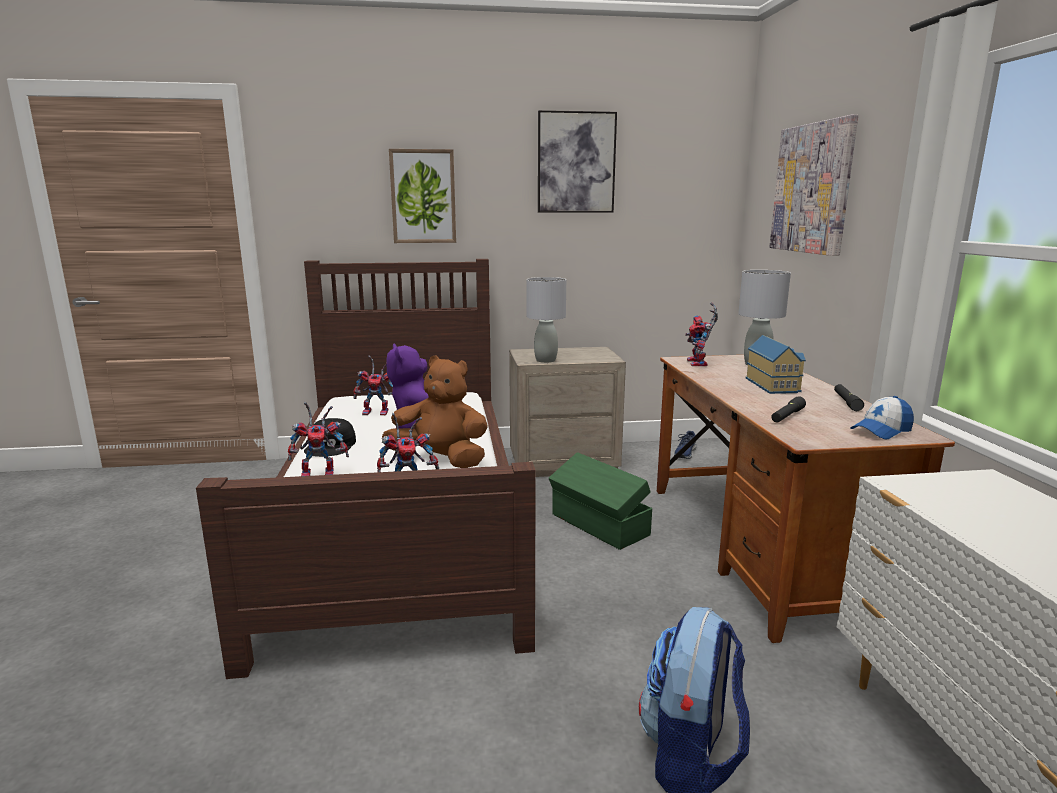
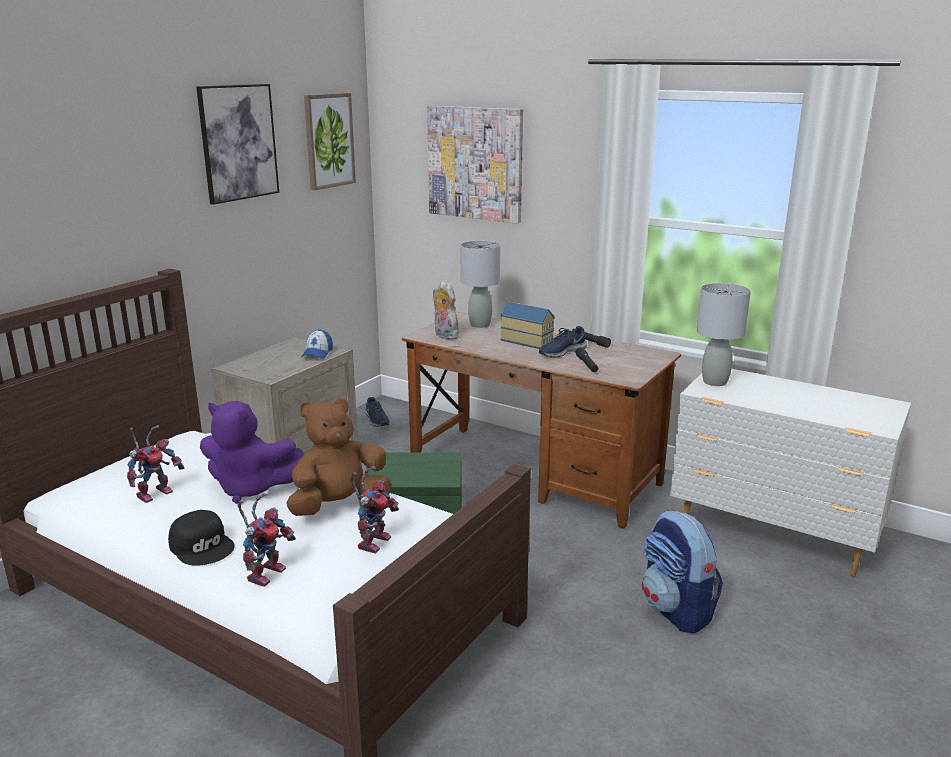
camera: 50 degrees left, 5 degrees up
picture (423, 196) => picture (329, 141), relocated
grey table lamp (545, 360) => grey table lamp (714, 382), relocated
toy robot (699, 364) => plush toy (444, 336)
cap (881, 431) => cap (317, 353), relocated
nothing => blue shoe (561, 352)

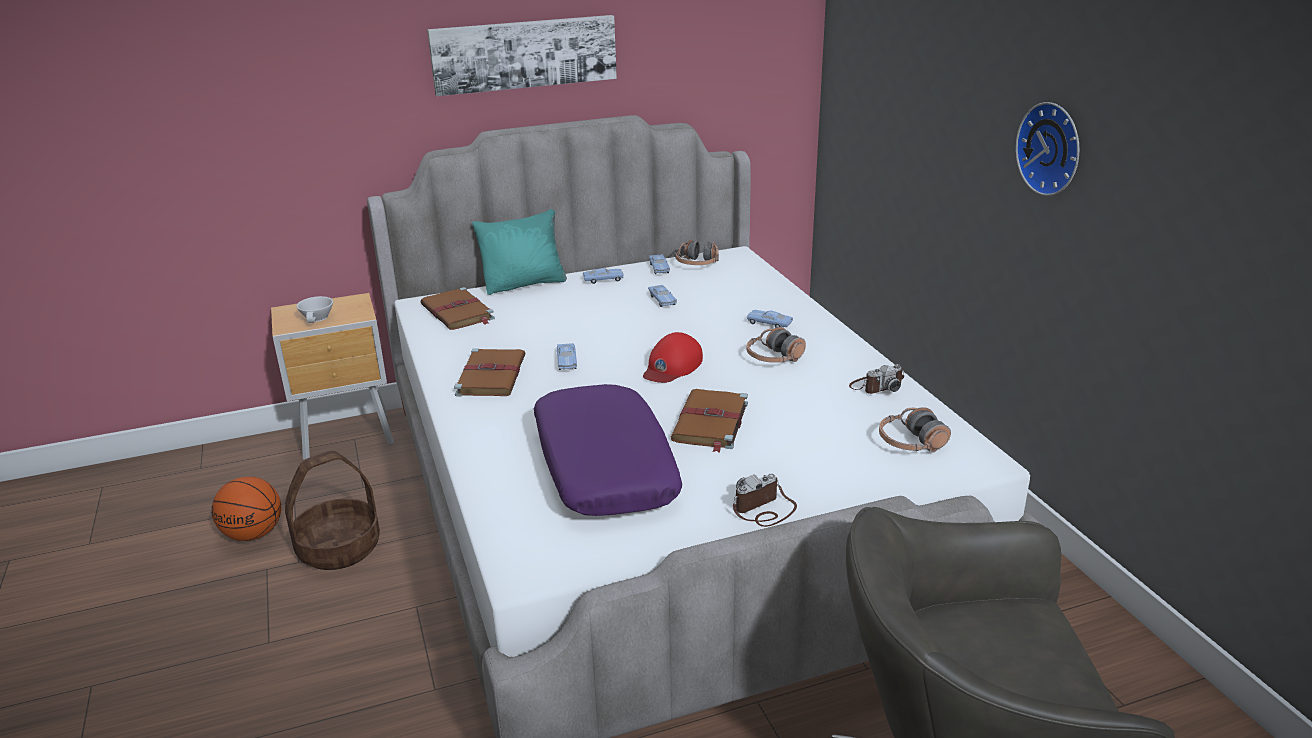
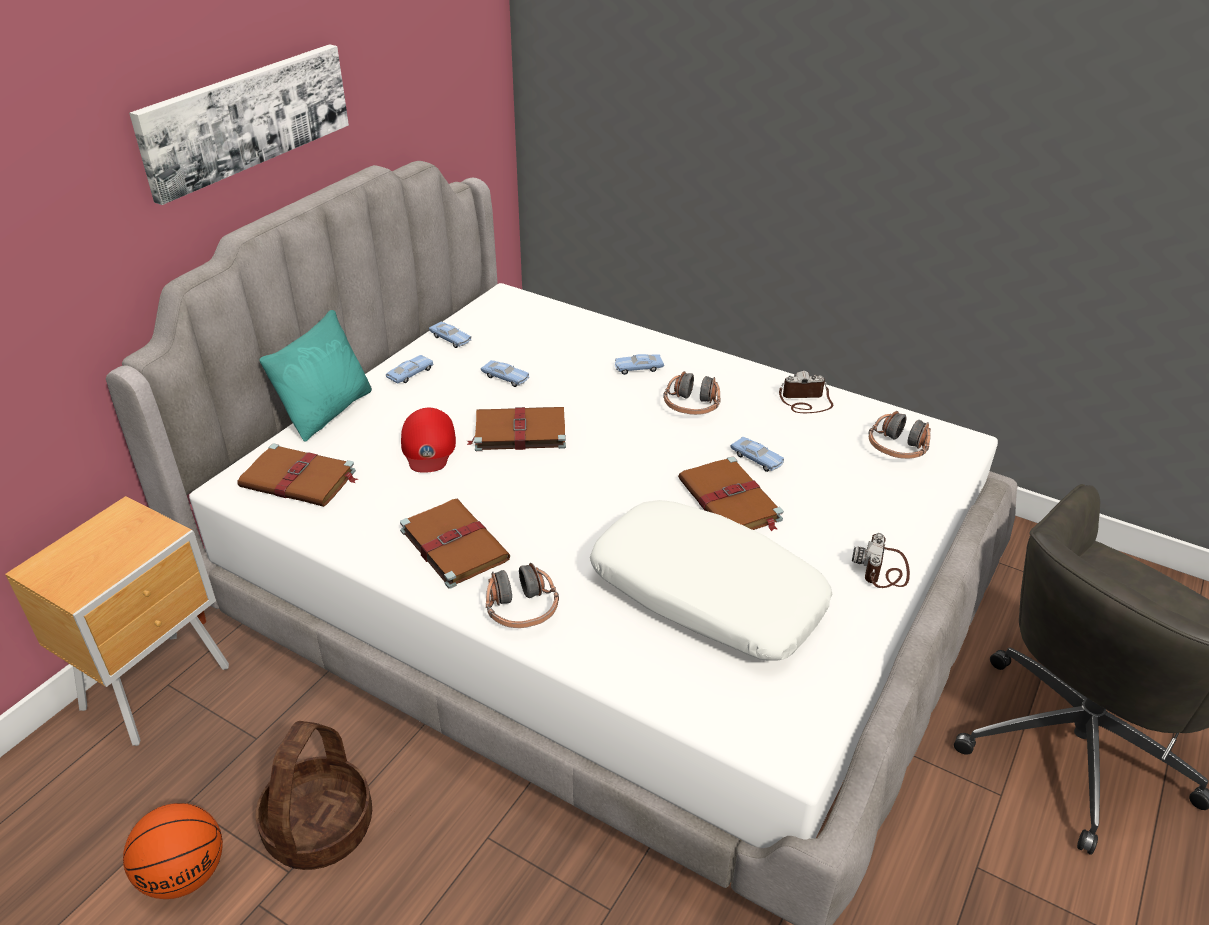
camera: 40 degrees left, 10 degrees up
wall clock (1052, 148) => nothing
headphones (697, 264) => headphones (521, 609), relocated
white cup (318, 318) => nothing
red cap (672, 366) => red cap (428, 447), relocated
blue toy car (567, 361) => blue toy car (756, 459), relocated
photo camera (876, 386) => photo camera (805, 401), 120 degrees counterclockwise
purple pillow (603, 467) => white pillow (705, 596)
nothing => brown book (518, 432)

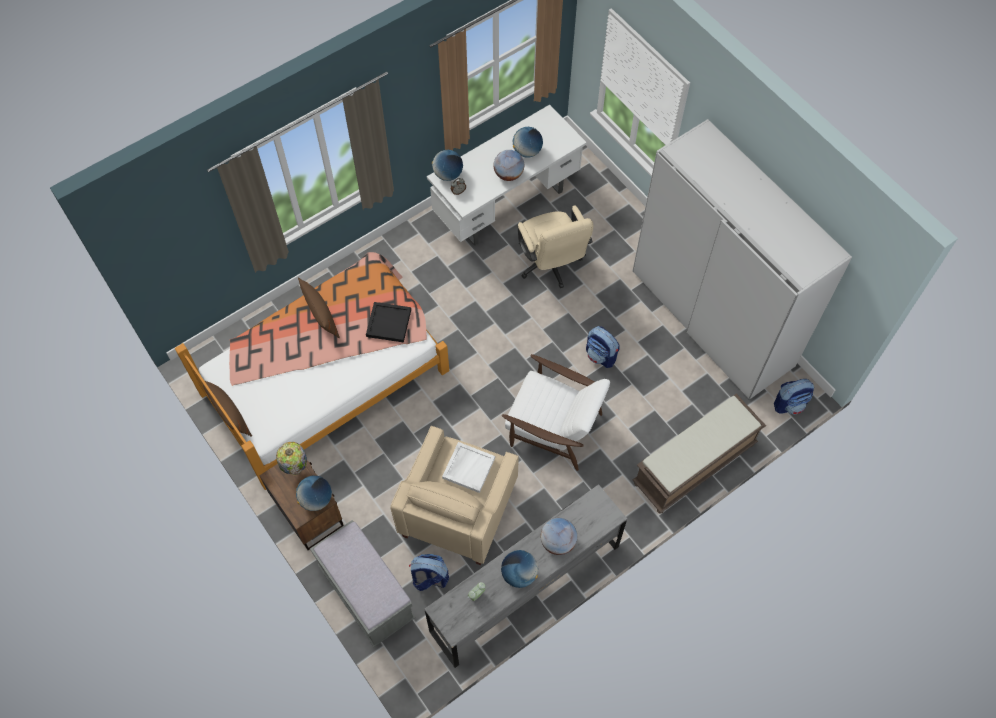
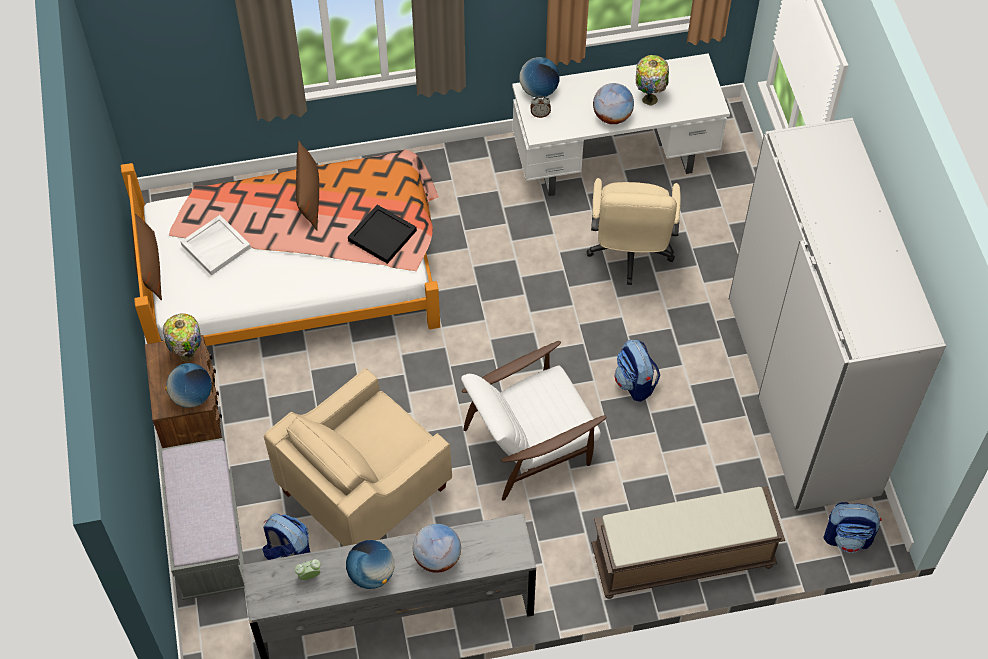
camera: 25 degrees right, 5 degrees down
globe (527, 151) => table lamp (649, 98)
white armchair (553, 427) => white armchair (530, 443), 105 degrees clockwise
white tray (468, 467) => white tray (216, 246), relocated

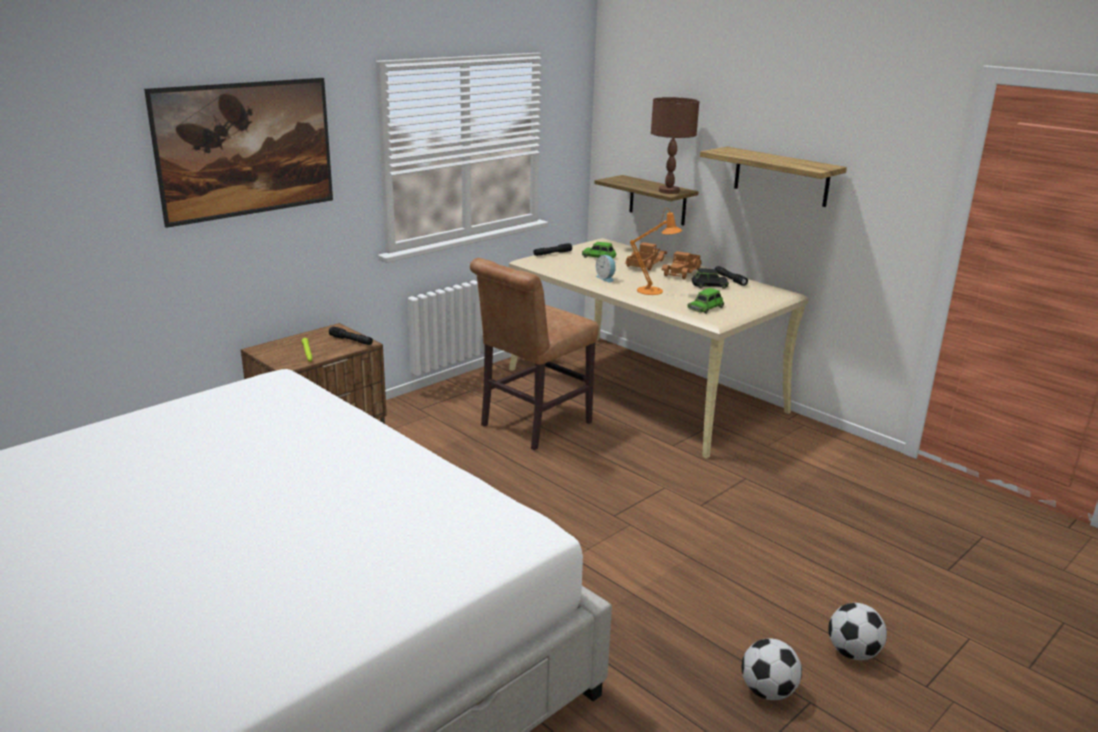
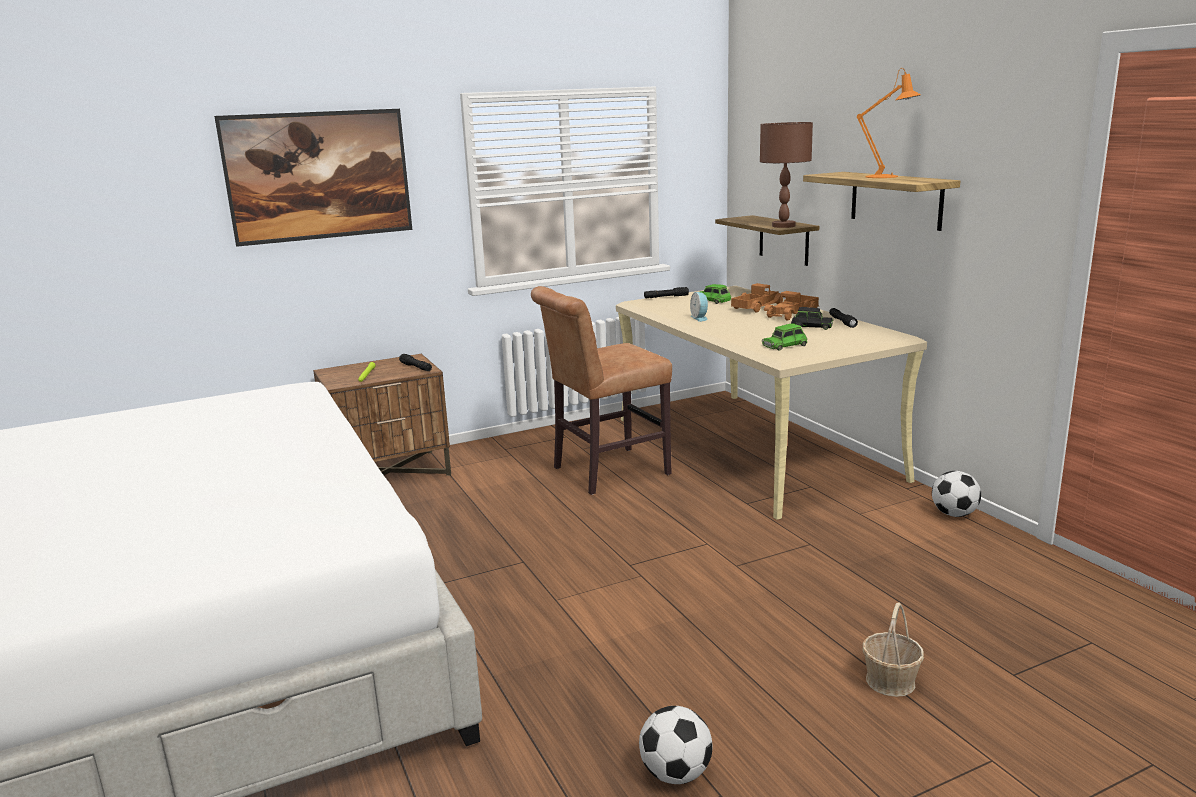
camera: 20 degrees right, 5 degrees down
orange table lamp (654, 291) => orange table lamp (886, 176), relocated
football (853, 653) => football (954, 514), relocated
nothing => basket (890, 681)

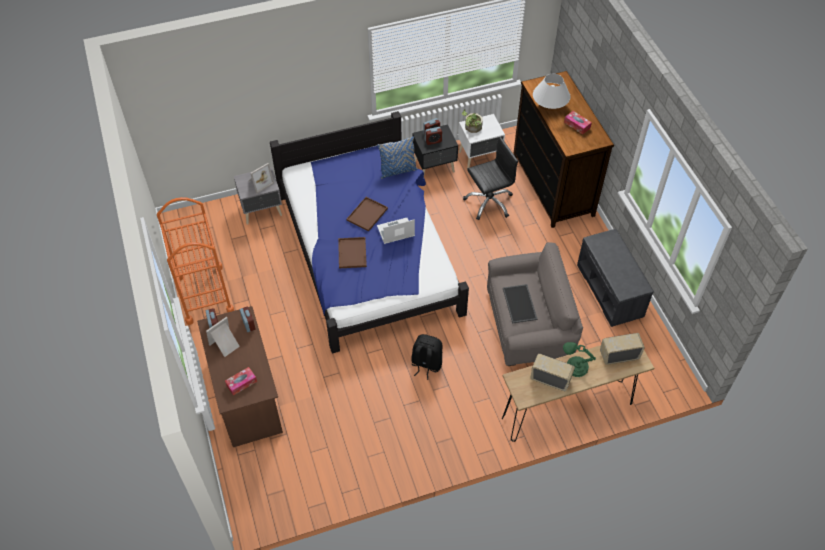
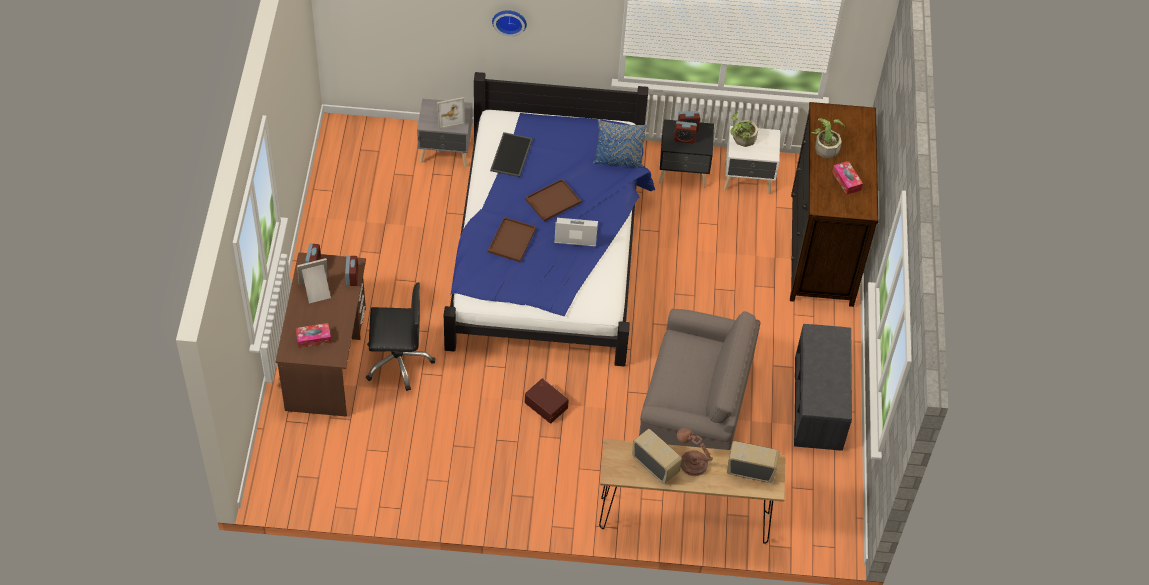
camera: 20 degrees right, 0 degrees up
white table lamp (549, 107) => potted plant (825, 146)
black office chair (489, 202) => black office chair (398, 361), relocated
orange cart (204, 294) => nothing
tray (520, 304) => tray (512, 155), relocated
black backpack (426, 364) => brown storage box (546, 404)
green table lamp (575, 367) => brown table lamp (691, 463)
nothing => wall clock (509, 20)

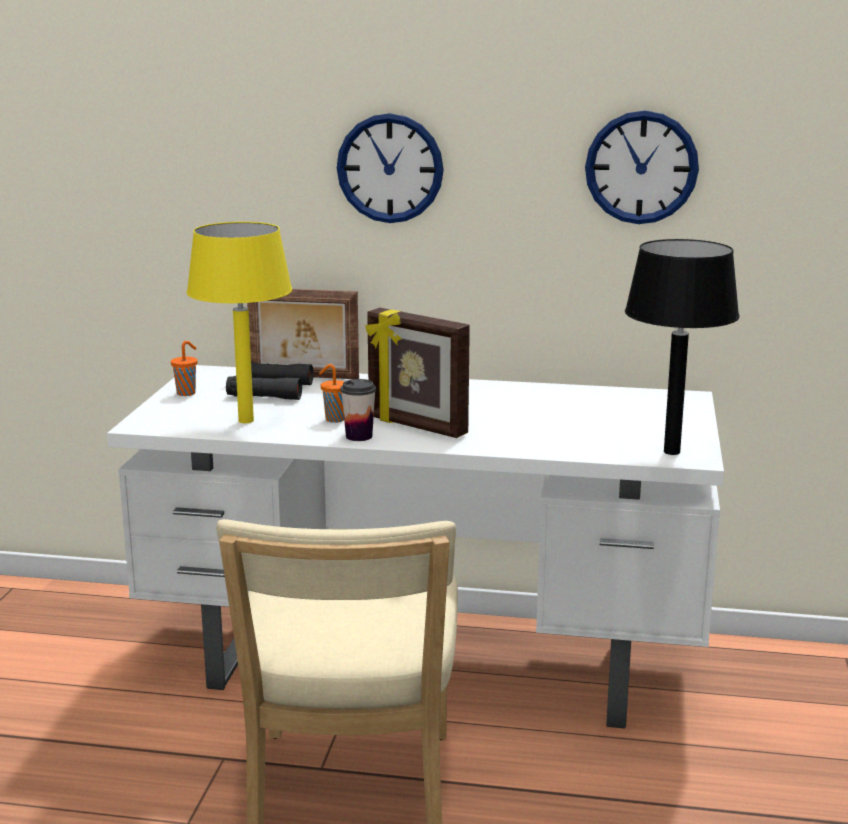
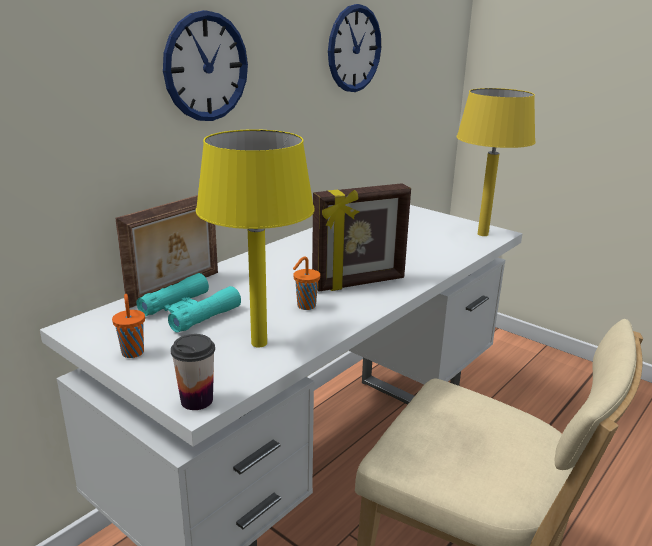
camera: 60 degrees left, 5 degrees up
black table lamp (671, 452) => yellow table lamp (483, 234)
black binoculars (270, 390) => turquoise binoculars (189, 311)
cup (359, 436) => cup (197, 400), relocated

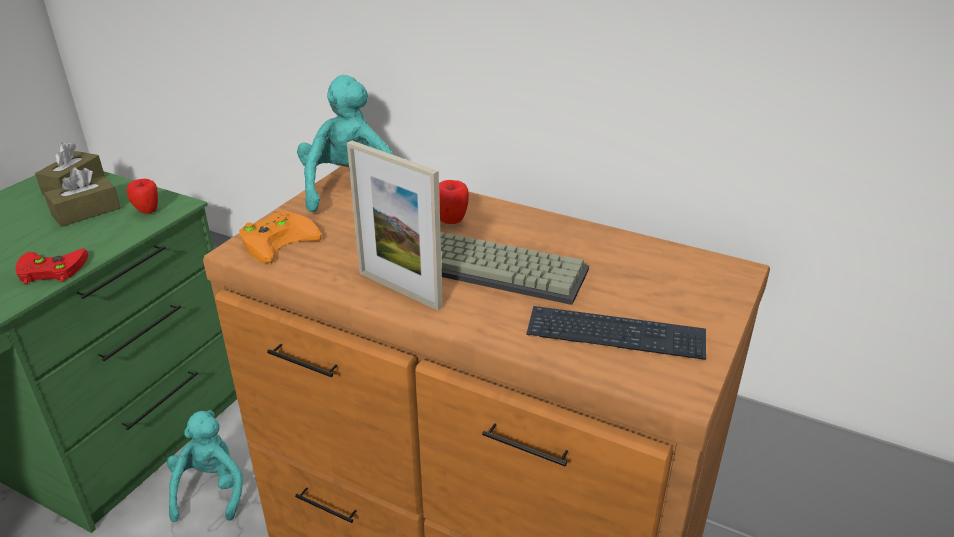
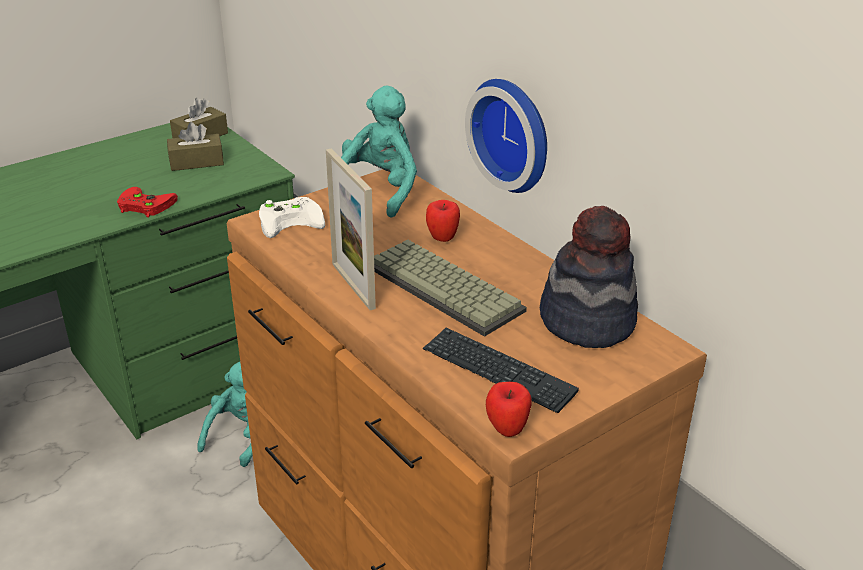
camera: 25 degrees right, 0 degrees up
apple (147, 211) => apple (507, 431), relocated
orange game controller (279, 239) => white game controller (292, 220)
nothing => wall clock (514, 133)
nothing => hat (587, 321)

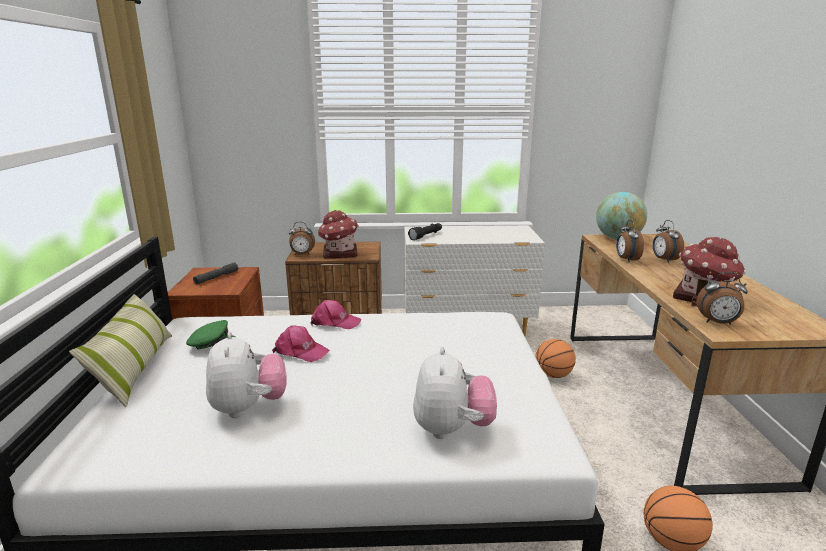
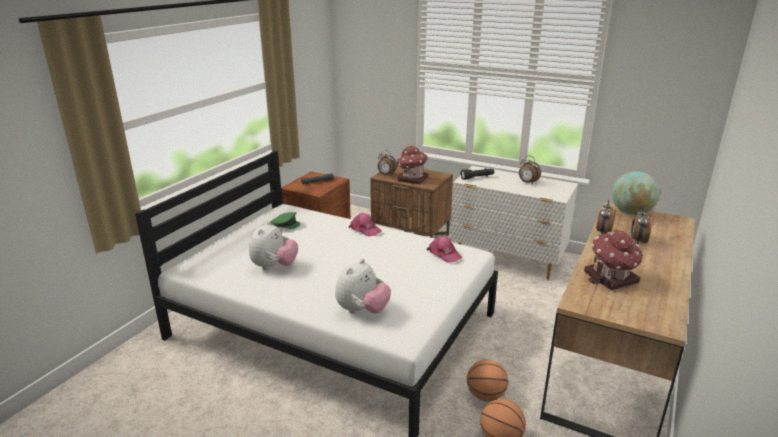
camera: 30 degrees right, 5 degrees up
alarm clock (717, 323) => alarm clock (527, 182), relocated
pillow (135, 369) => nothing
pink cap (300, 351) => pink cap (444, 254), relocated
basketball (553, 375) => basketball (485, 395), relocated

